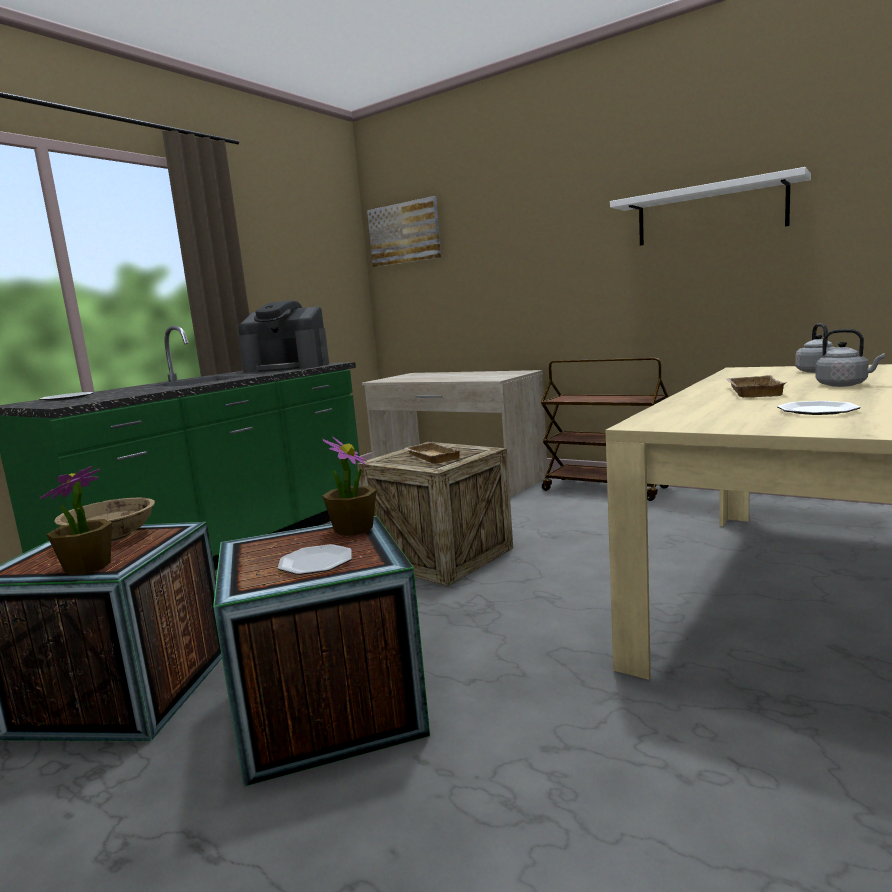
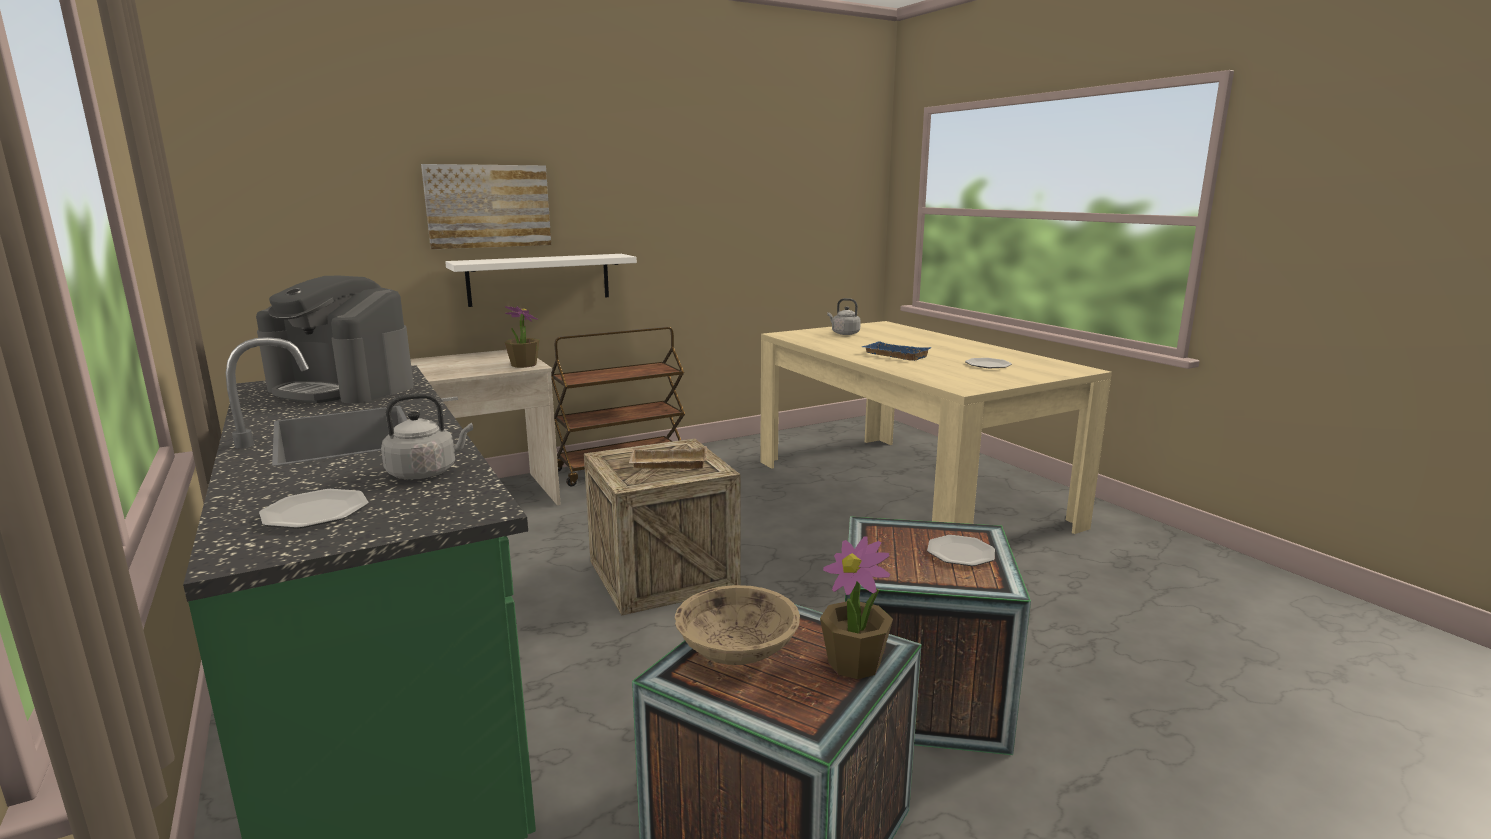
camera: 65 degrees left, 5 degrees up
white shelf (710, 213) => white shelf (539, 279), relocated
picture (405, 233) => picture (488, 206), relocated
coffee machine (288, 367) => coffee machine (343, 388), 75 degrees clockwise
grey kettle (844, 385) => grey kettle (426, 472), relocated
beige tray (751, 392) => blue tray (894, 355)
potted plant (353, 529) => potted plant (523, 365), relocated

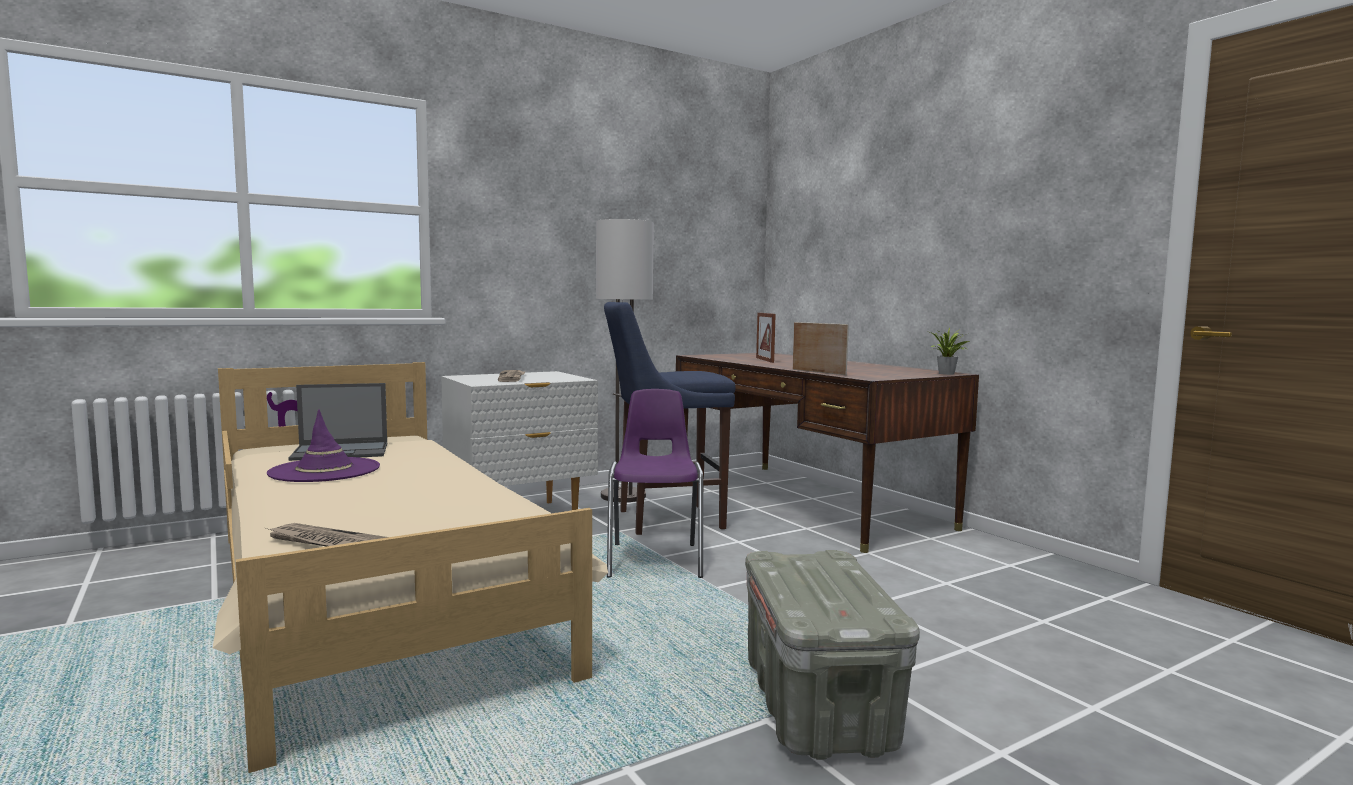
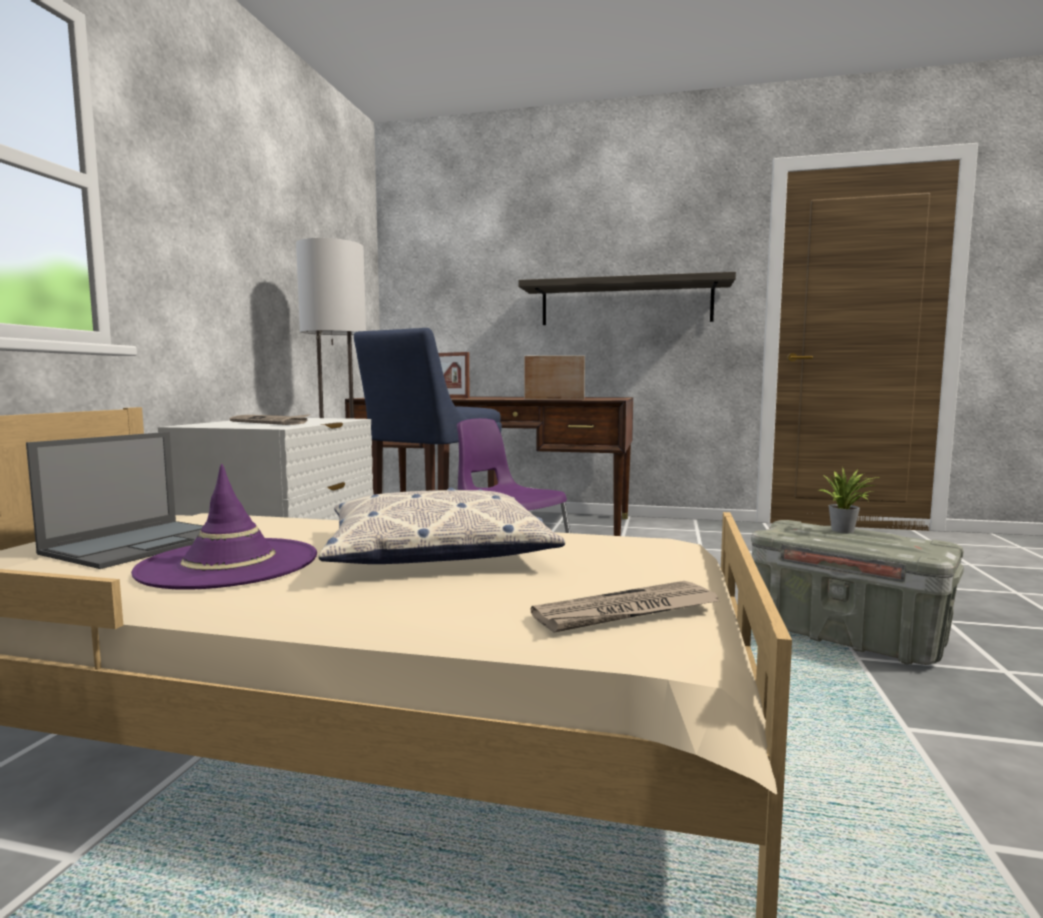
camera: 45 degrees left, 0 degrees up
potted plant (947, 374) => potted plant (845, 531), relocated
nothing => shelf (625, 303)
nothing => pillow (436, 550)

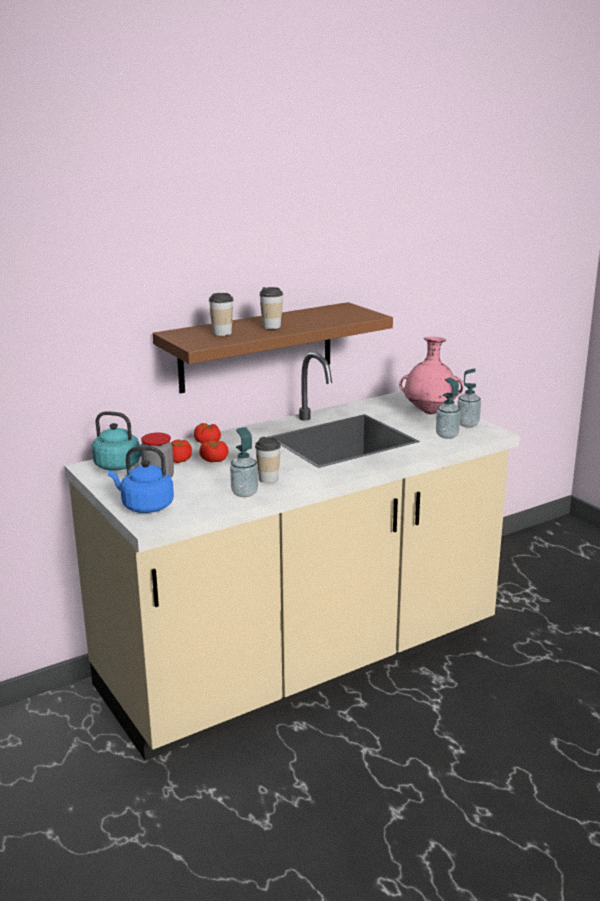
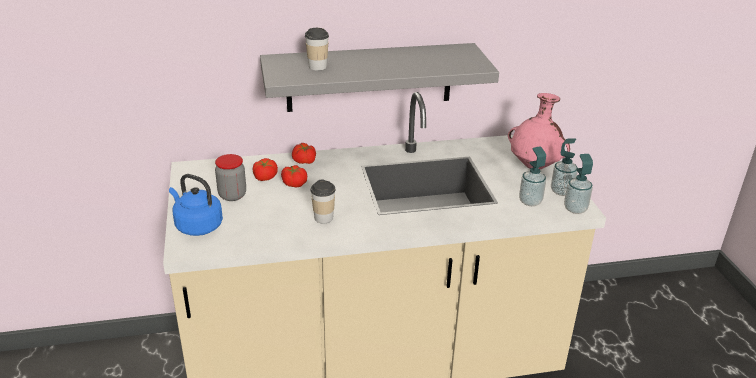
camera: 20 degrees right, 10 degrees up
cup (271, 326) => nothing
brown shelf (256, 347) => grey shelf (369, 77)
turquoise kettle (120, 466) => nothing
soap dispenser (244, 493) => soap dispenser (575, 209), relocated

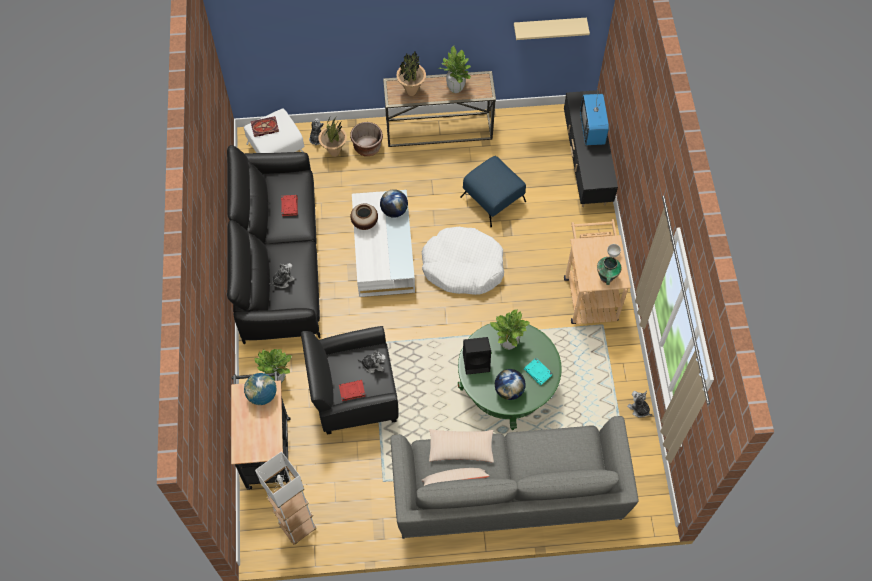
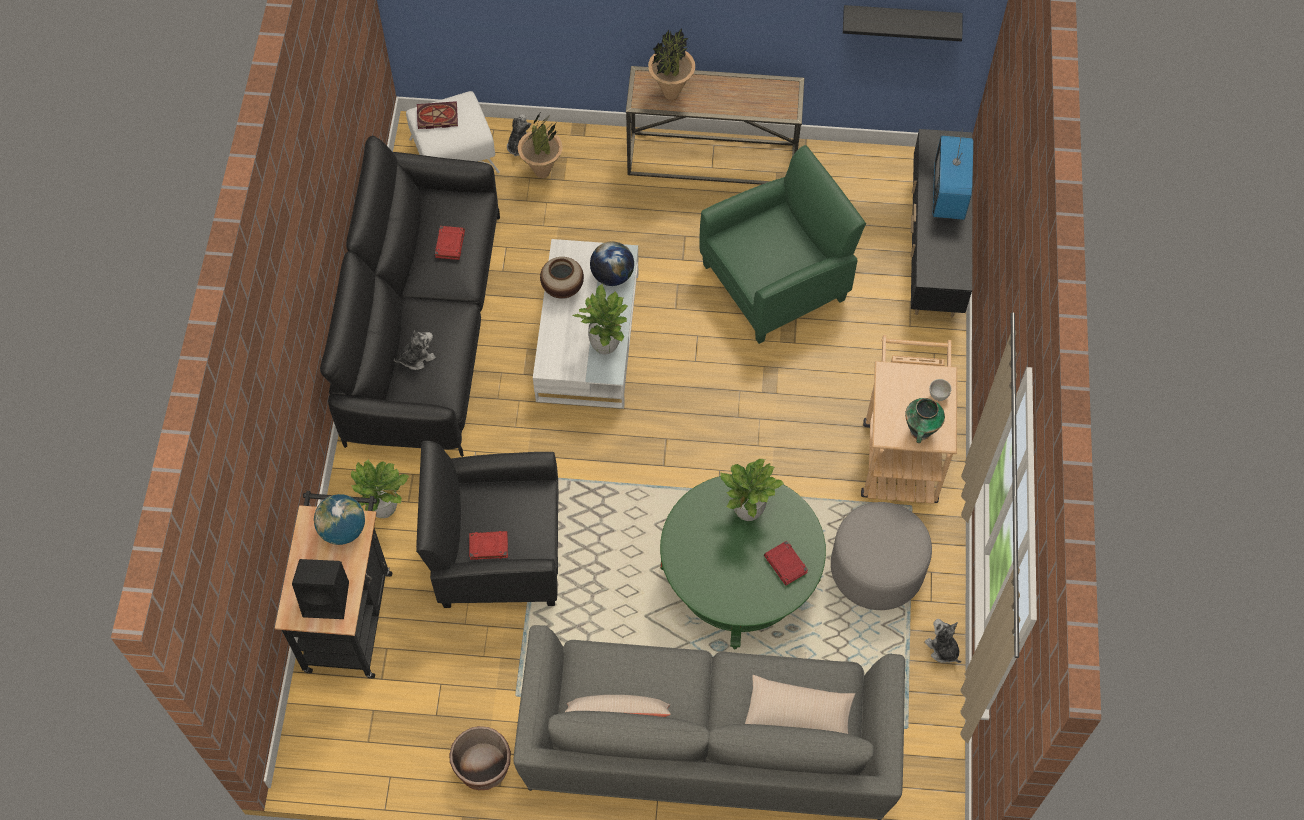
camera: 10 degrees right, 0 degrees up
beige shelf (549, 27) => black shelf (900, 20)
potted plant (455, 88) => potted plant (604, 345), relocated
brown planter (367, 147) => brown planter (483, 767), relocated
blue ottoman (493, 199) => green armchair (775, 281)
white dog bed (463, 266) => nothing
black speaker (477, 362) => black speaker (327, 599), relocated
plush toy (373, 364) => nothing
turquoise book (538, 372) => red book (786, 564)
globe (509, 390) => nothing
beige pillow (461, 448) => beige pillow (798, 714), relocated
white floor lamp (297, 526) => nothing
nothing => grey ottoman (876, 569)

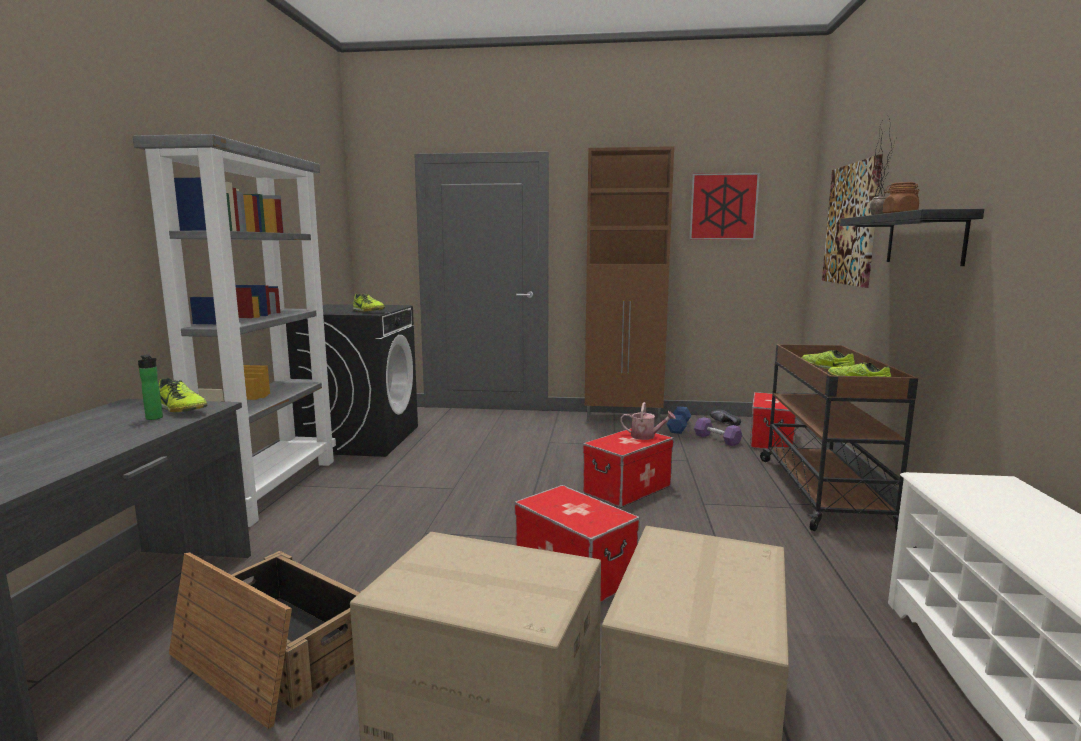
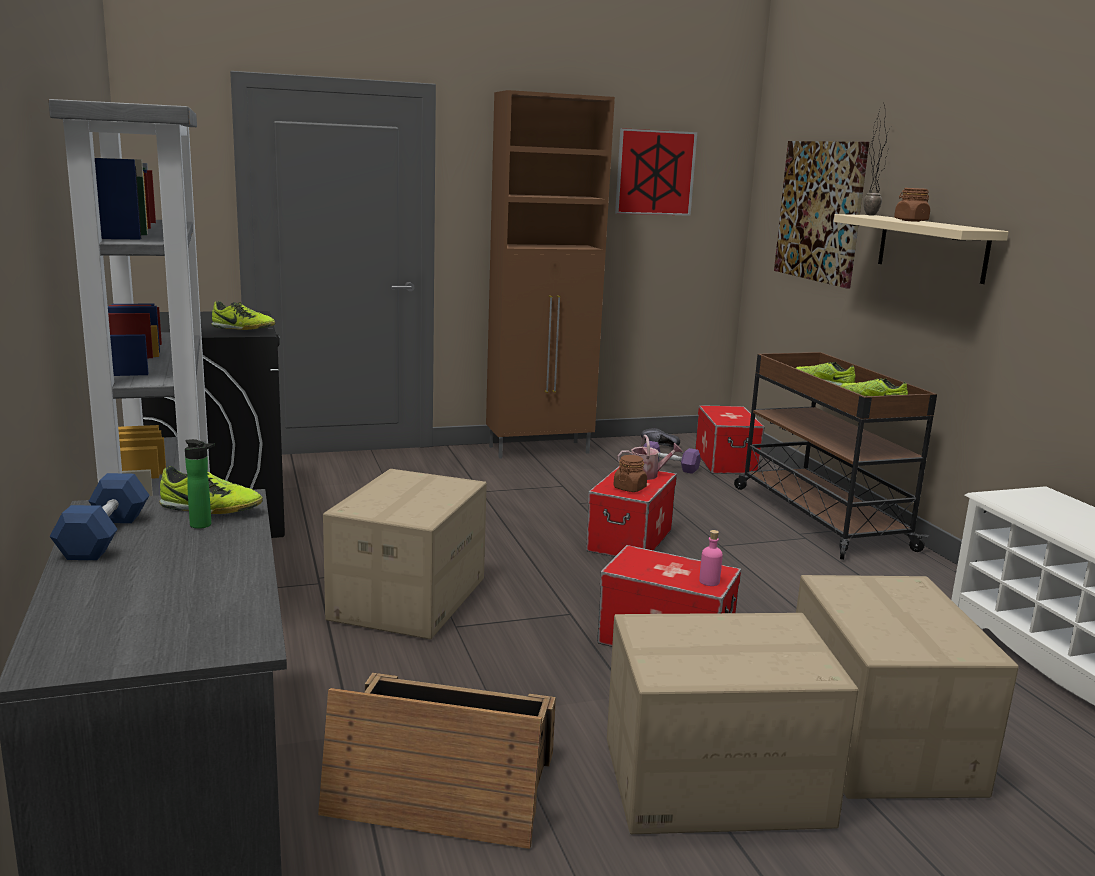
camera: 25 degrees left, 5 degrees up
black shelf (924, 239) => beige shelf (931, 248)
blue dumbbell (678, 427) => blue dumbbell (104, 536), relocated
nothing => brown jar (629, 488)
nothing => cardboard box (407, 598)
nothing => pink bottle (709, 581)

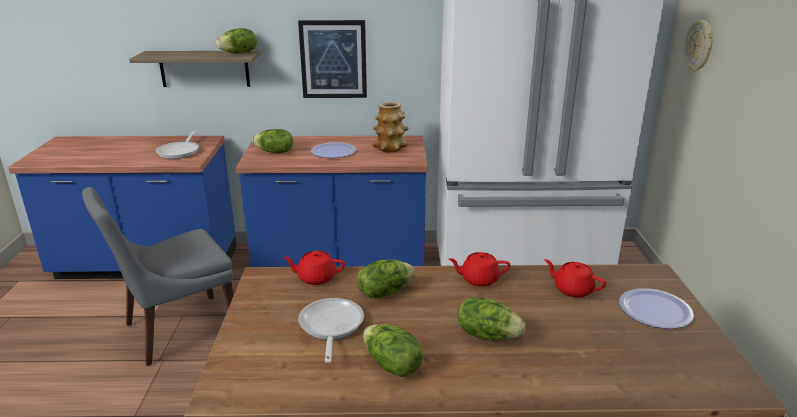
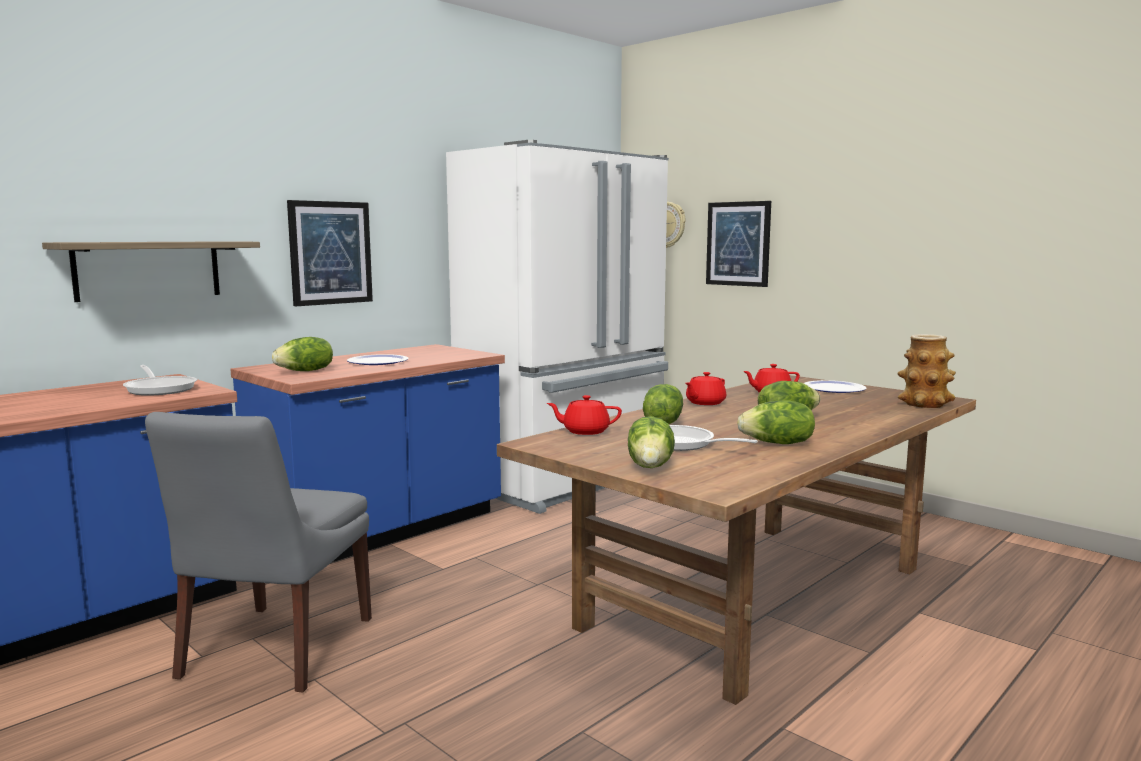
camera: 45 degrees left, 15 degrees down
lettuce (239, 53) => lettuce (651, 466), relocated
vase (390, 148) => vase (924, 404), relocated
red teapot (315, 278) => red teapot (585, 431), 45 degrees clockwise
nothing => picture (738, 244)

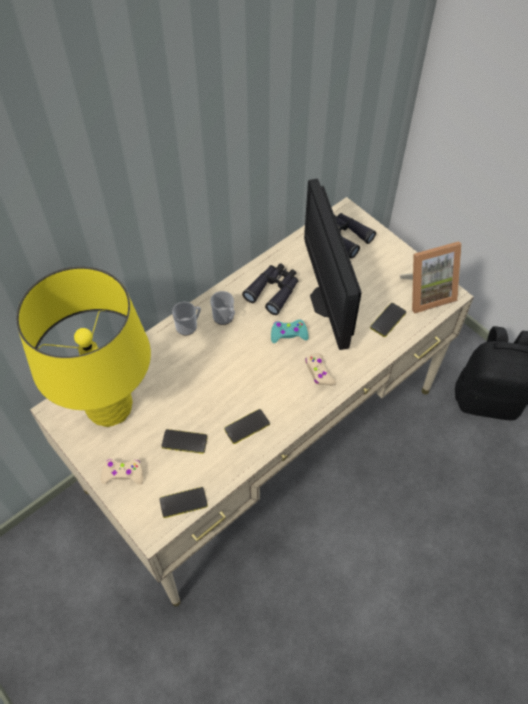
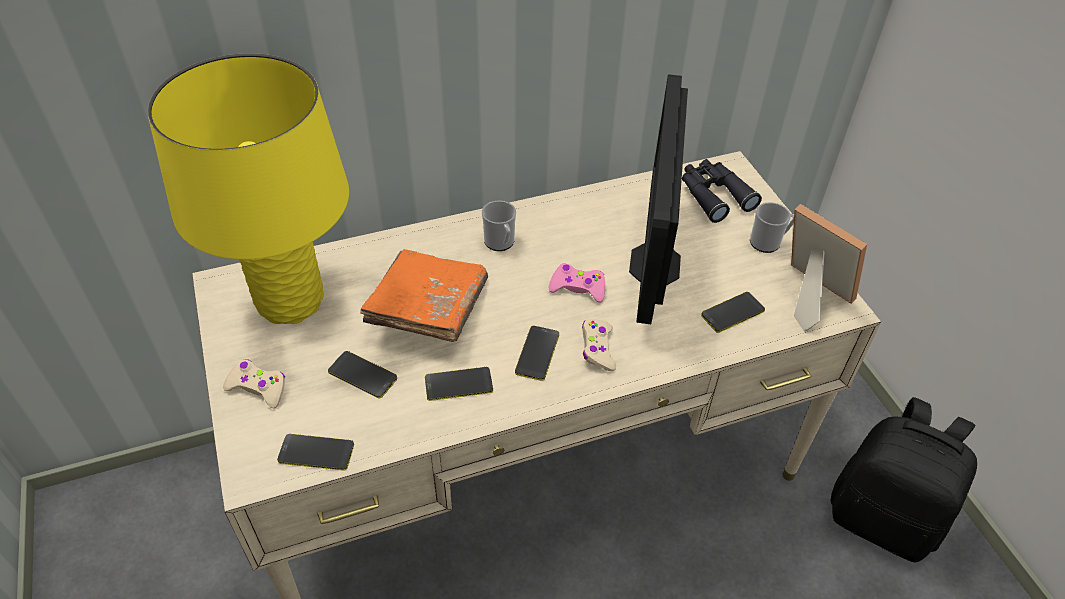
camera: 20 degrees right, 10 degrees down
picture frame (426, 293) => picture frame (807, 295), 135 degrees counterclockwise
black binoculars (274, 291) => nothing
mug (188, 326) => mug (768, 242), relocated
turquoise game controller (288, 334) => pink game controller (578, 288)
nothing => orange book (428, 309)
nothing => phone (537, 353)

